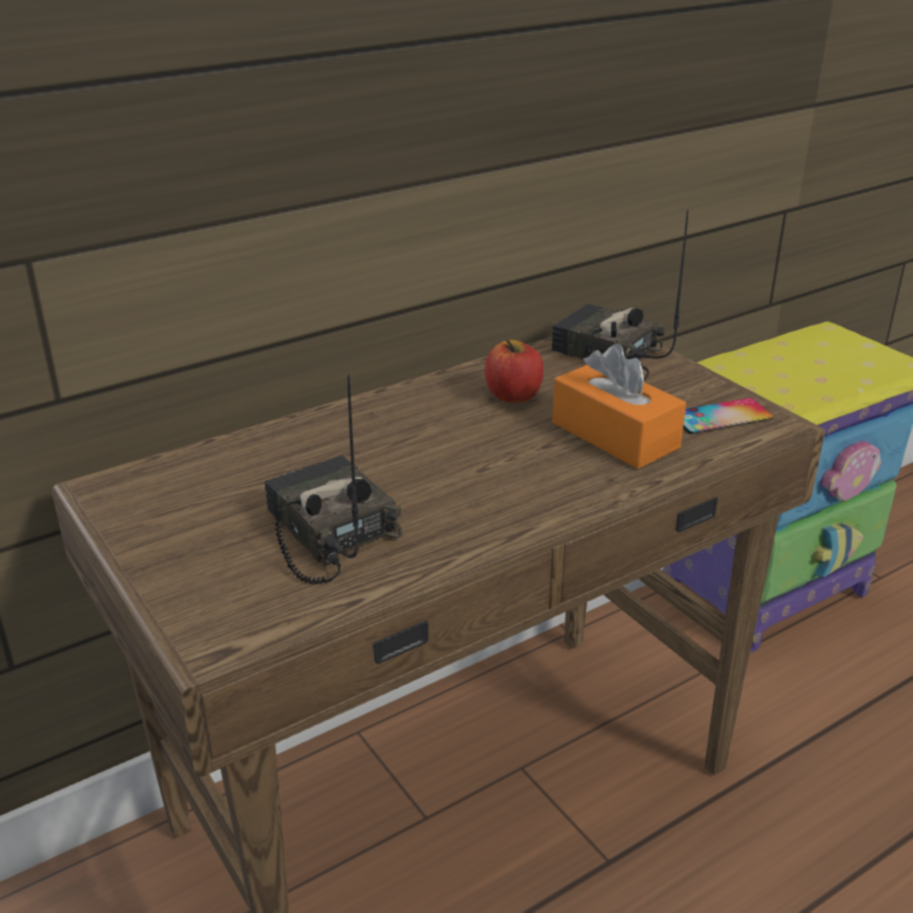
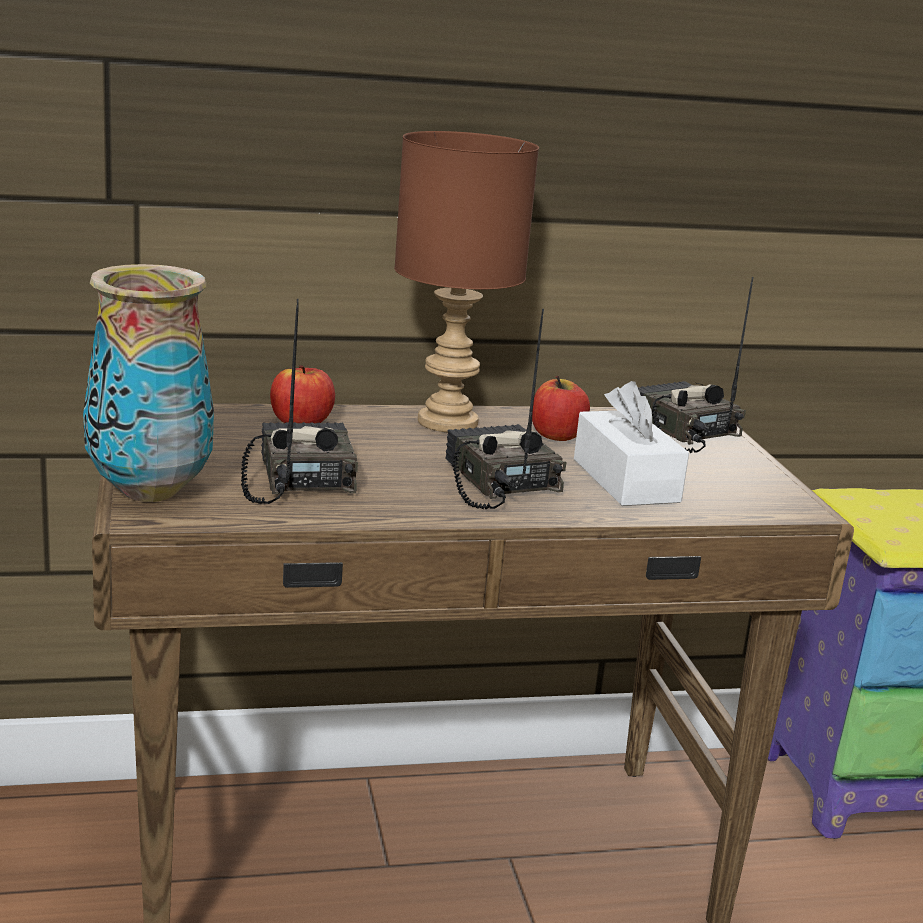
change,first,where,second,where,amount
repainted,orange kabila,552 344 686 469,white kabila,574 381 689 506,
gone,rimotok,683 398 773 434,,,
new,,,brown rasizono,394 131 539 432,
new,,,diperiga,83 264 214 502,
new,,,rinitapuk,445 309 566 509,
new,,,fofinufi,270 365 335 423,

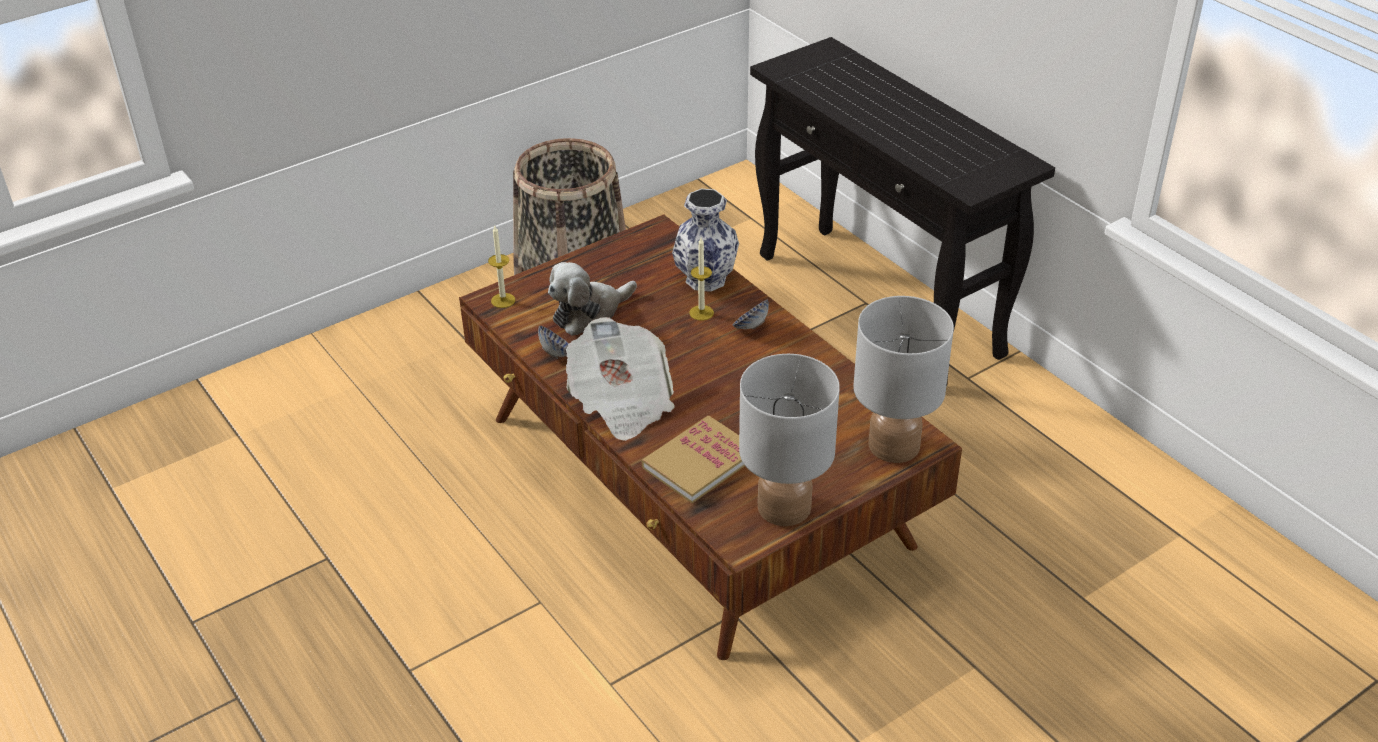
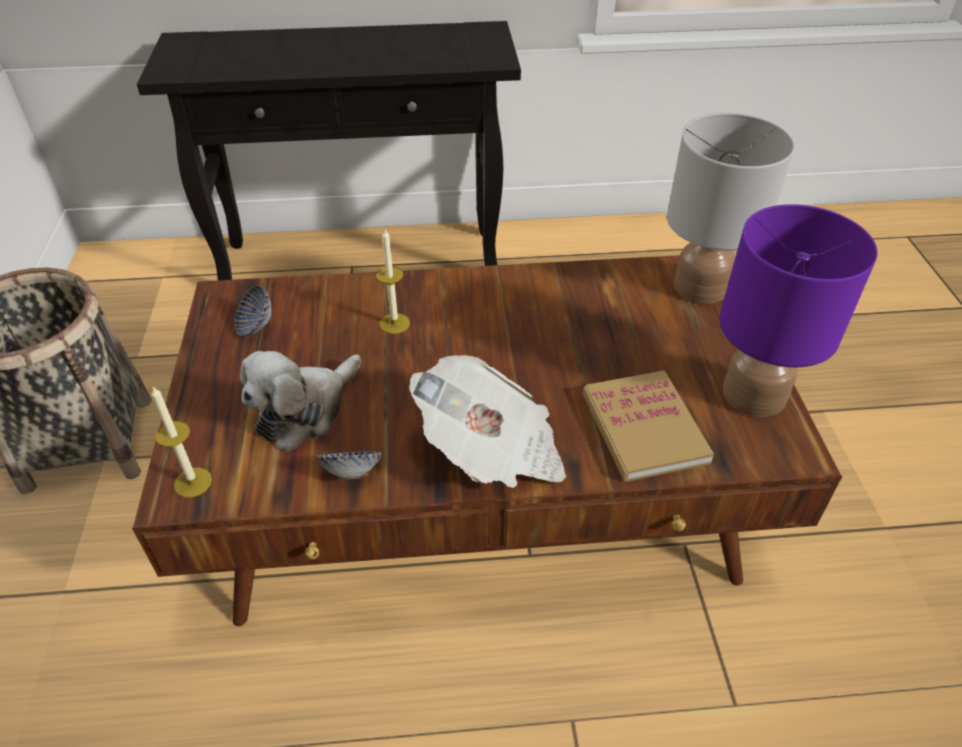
change,first,where,second,where,amount
gone,diperiga,672 188 739 292,,,
rotated,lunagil,548 262 637 336,,240 351 361 452,45 degrees clockwise
shifted,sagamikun,733 300 769 329,,235 285 272 336,
repainted,grey rasizono,739 354 840 526,purple rasizono,719 204 878 417,

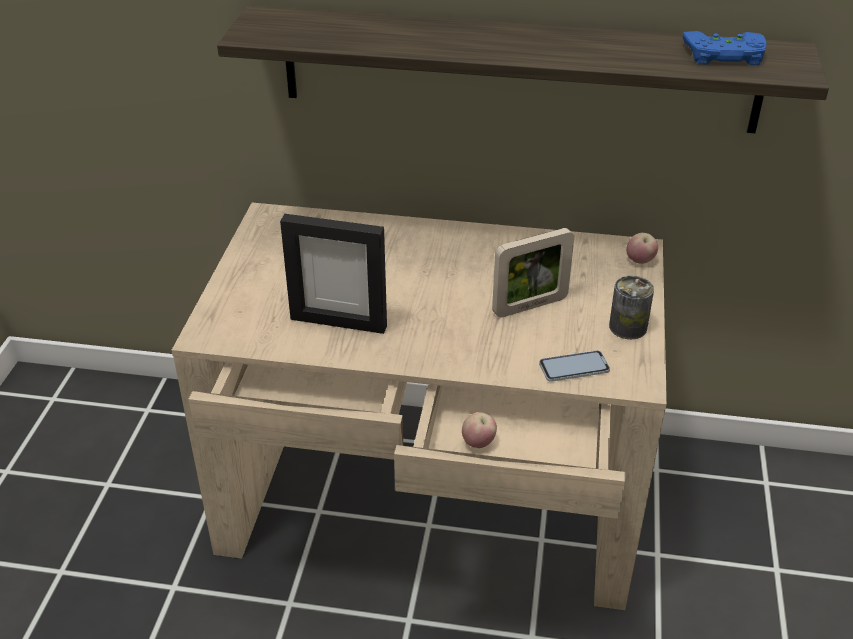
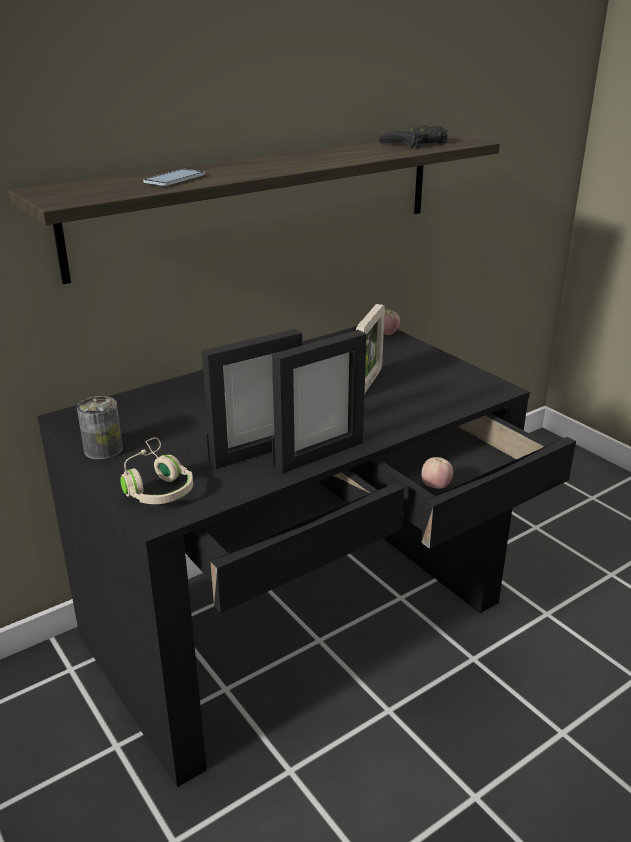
change,first,where,second,where,amount
repainted,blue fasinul,683 31 767 65,black fasinul,379 125 448 149,
repainted,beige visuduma,171 203 667 610,black visuduma,37 326 576 787,
shifted,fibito,609 276 654 339,,77 396 123 460,
shifted,rimotok,539 350 610 382,,143 169 205 186,
new,,,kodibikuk,272 330 367 473,
new,,,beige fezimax,120 437 193 504,

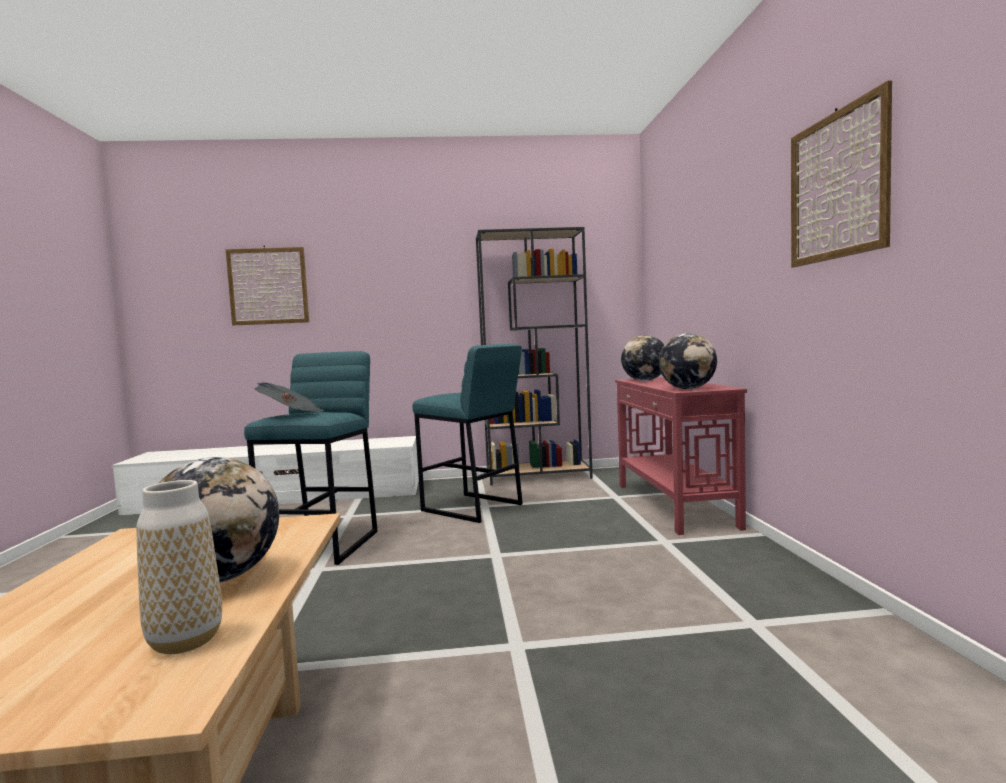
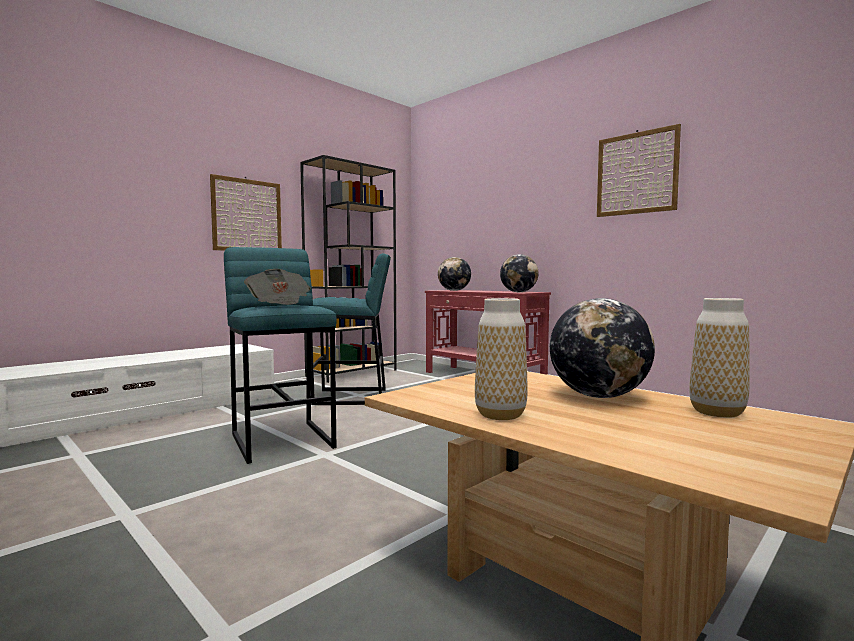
change,first,where,second,where,amount
shifted,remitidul,226 246 309 326,,210 174 282 251,
new,,,diperiga,475 298 528 420,

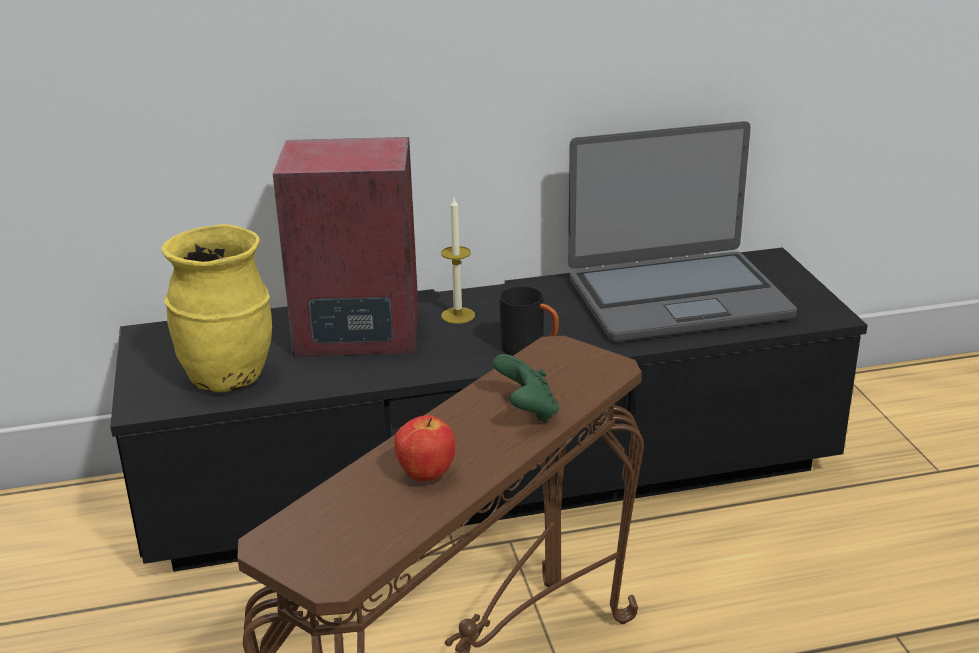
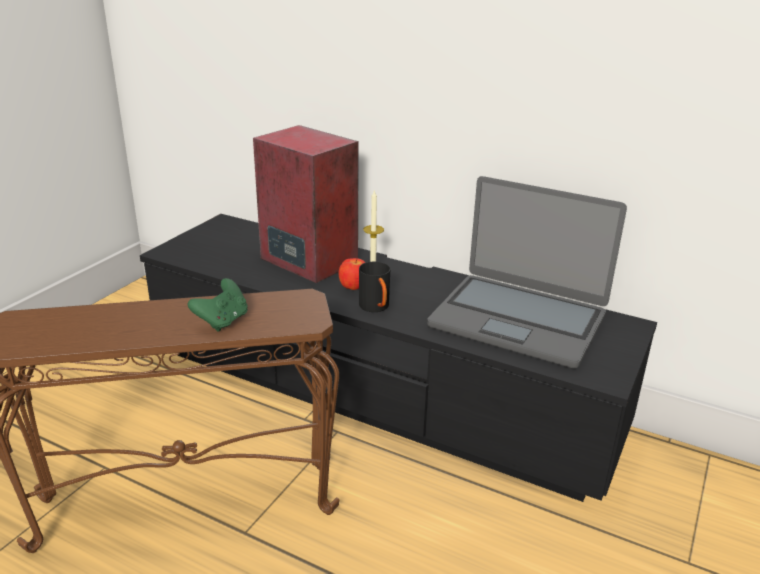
change,first,where,second,where,amount
gone,yellow diperiga,162 224 272 392,,,
shifted,fofinufi,394 415 455 482,,339 258 365 290,

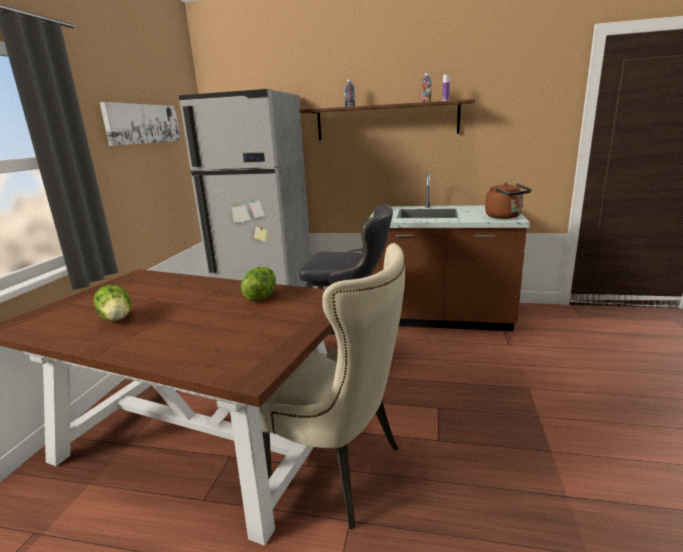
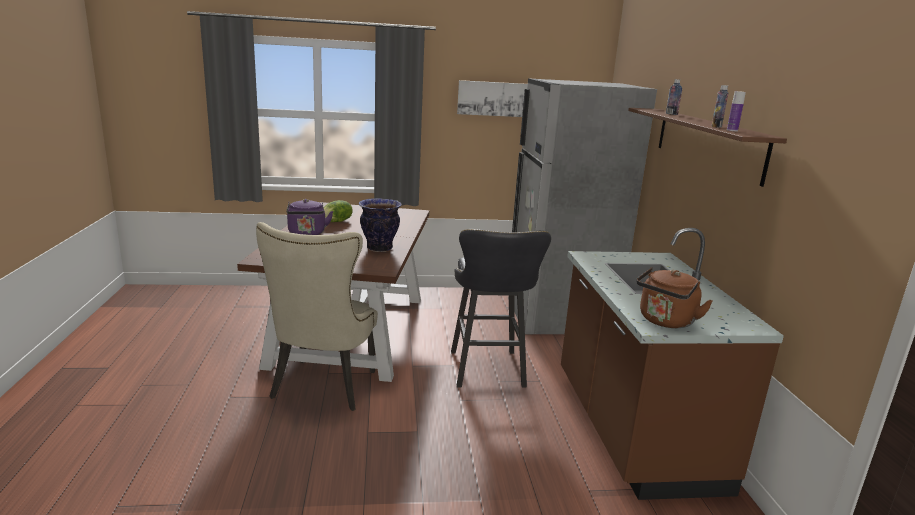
change,first,where,second,where,amount
swapped,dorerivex,241 266 276 301,diperiga,359 198 402 252,
new,,,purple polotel,287 199 333 235,

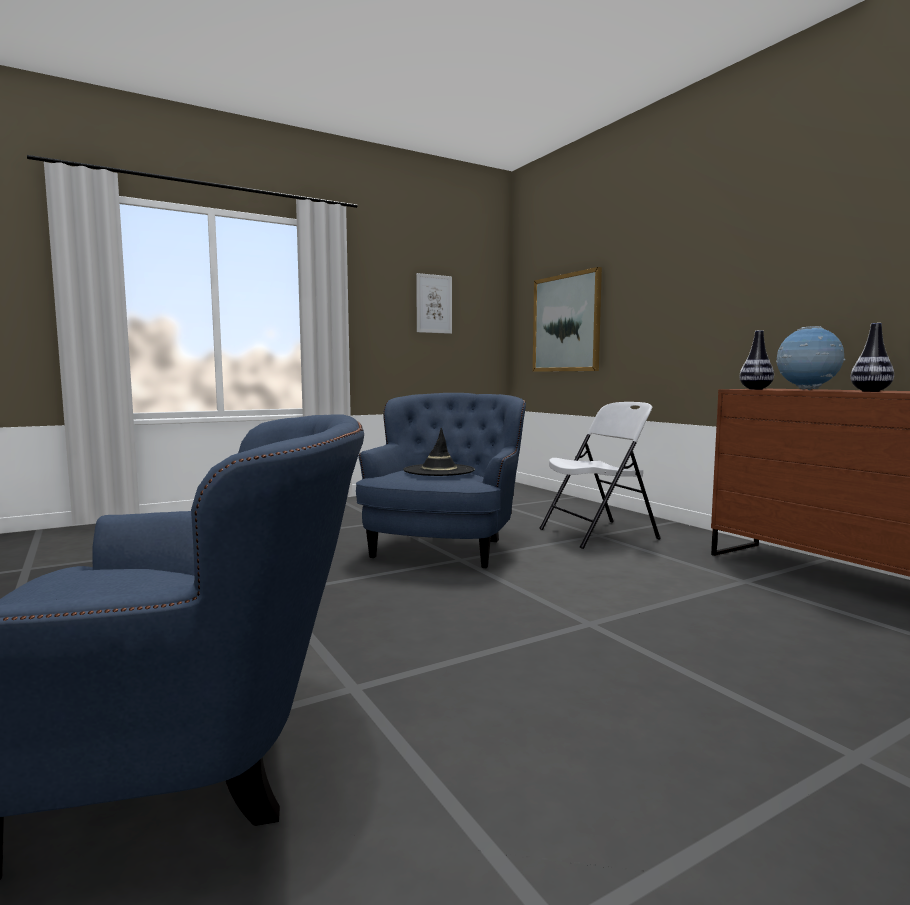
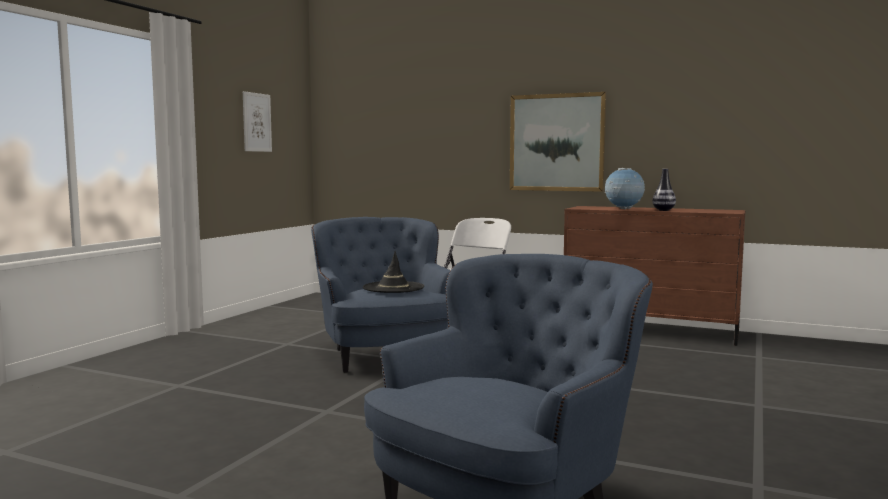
change,first,where,second,where,amount
shifted,remitidul,533 267 602 372,,510 92 606 192,
gone,diperiga,739 330 774 389,,,

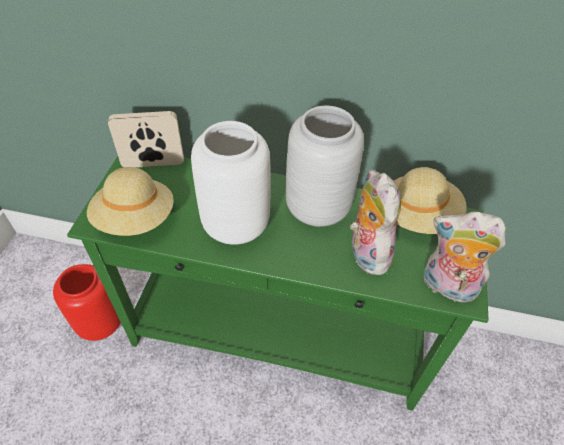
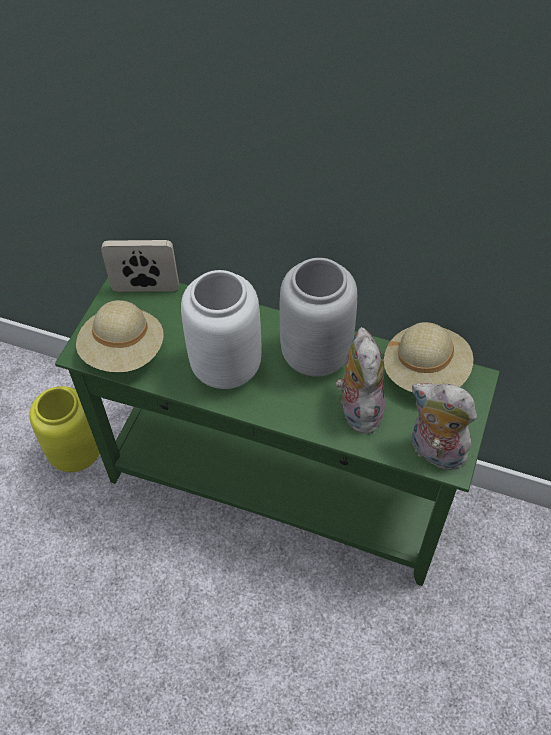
change,first,where,second,where,amount
repainted,red diperiga,53 264 121 341,yellow diperiga,29 386 100 472,

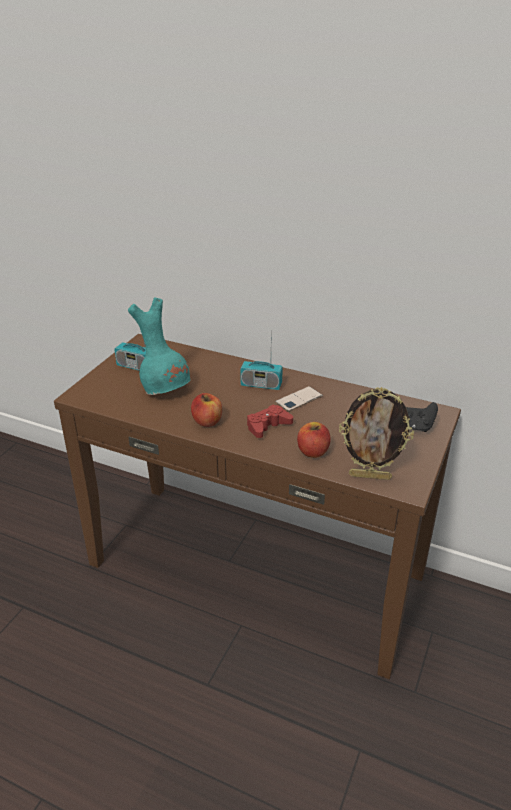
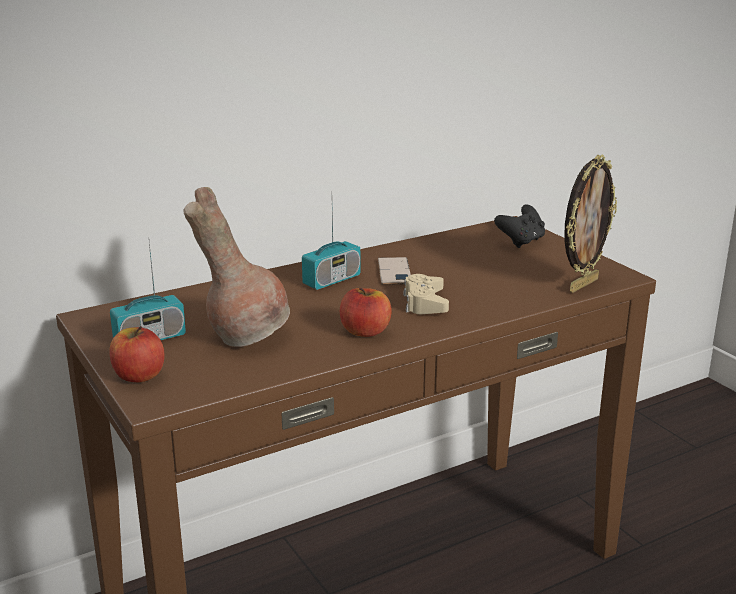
change,first,where,second,where,amount
repainted,turquoise diperiga,128 298 191 395,brown diperiga,184 187 290 347,
repainted,red fasinul,247 405 293 438,beige fasinul,403 274 449 314,
shifted,fofinufi,297 422 331 458,,109 326 165 382,

